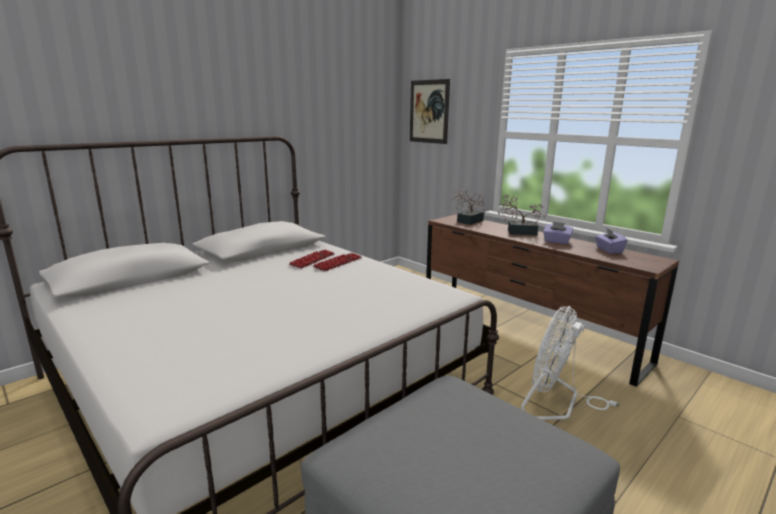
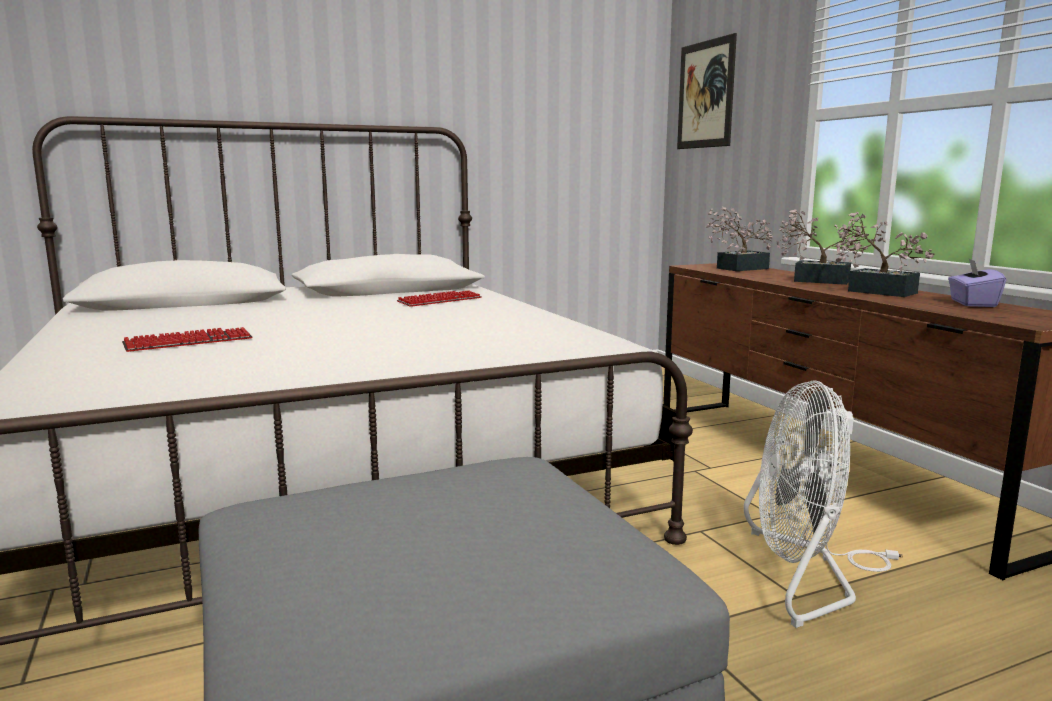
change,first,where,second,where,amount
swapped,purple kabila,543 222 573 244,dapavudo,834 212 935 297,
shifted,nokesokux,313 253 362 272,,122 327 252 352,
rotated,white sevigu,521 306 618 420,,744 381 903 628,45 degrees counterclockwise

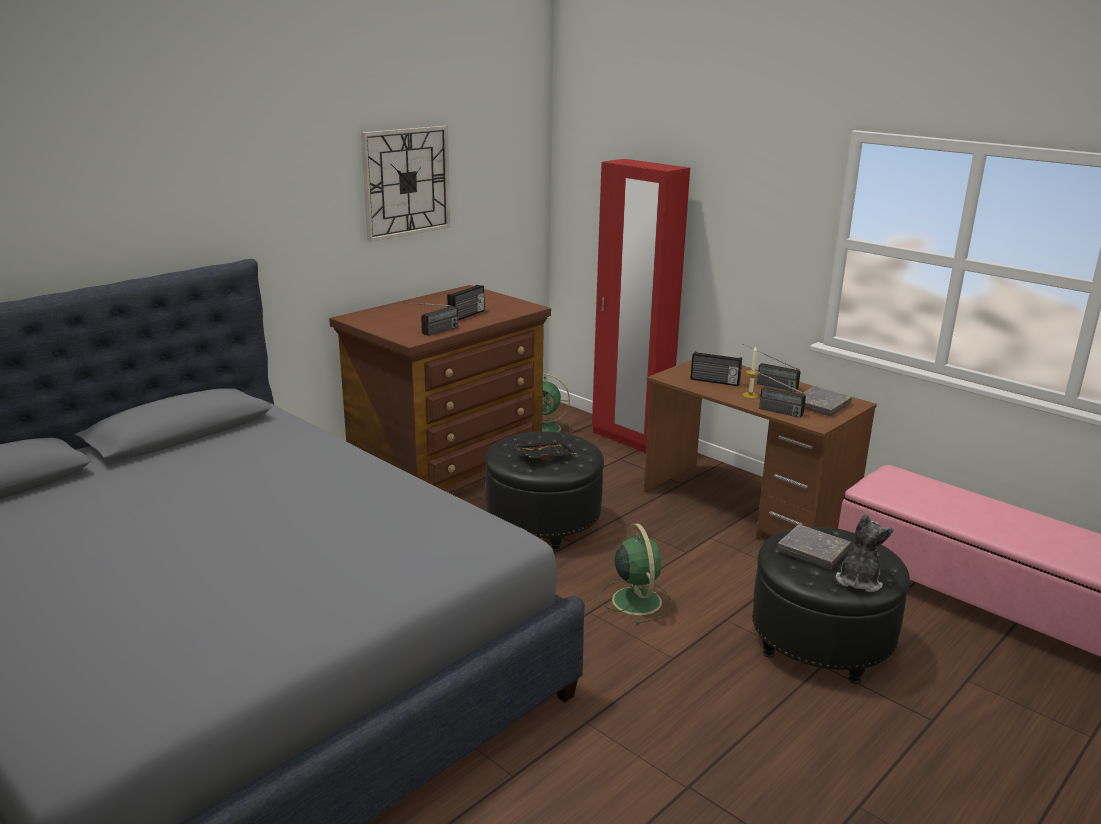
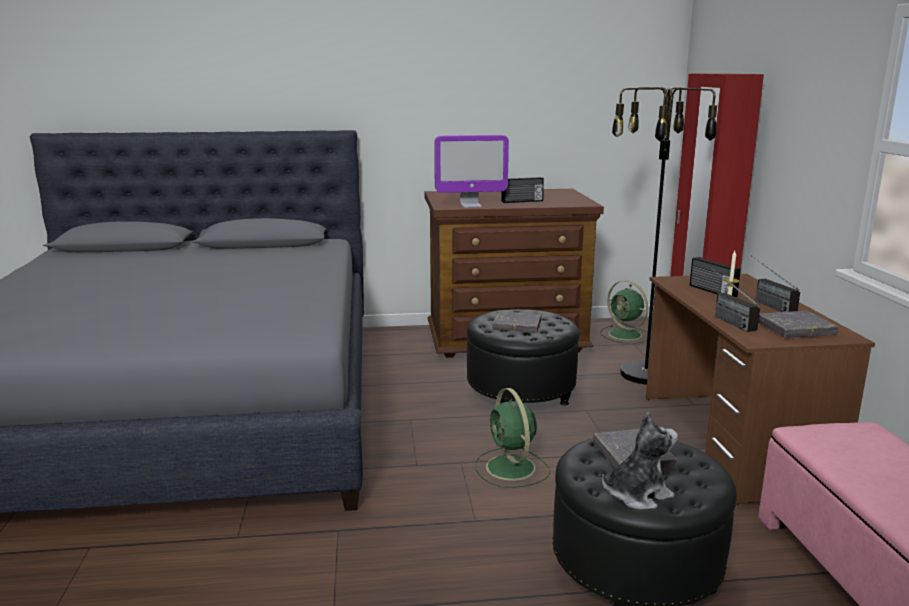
change,first,where,second,where,amount
gone,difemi,361 126 450 242,,,
swapped,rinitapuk,404 302 458 336,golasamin,434 135 509 208,
swapped,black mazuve,516 441 576 461,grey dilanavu,492 311 542 333,
rotated,green sevigu,599 523 673 624,,475 388 550 488,135 degrees clockwise
new,,,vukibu,612 87 717 385,

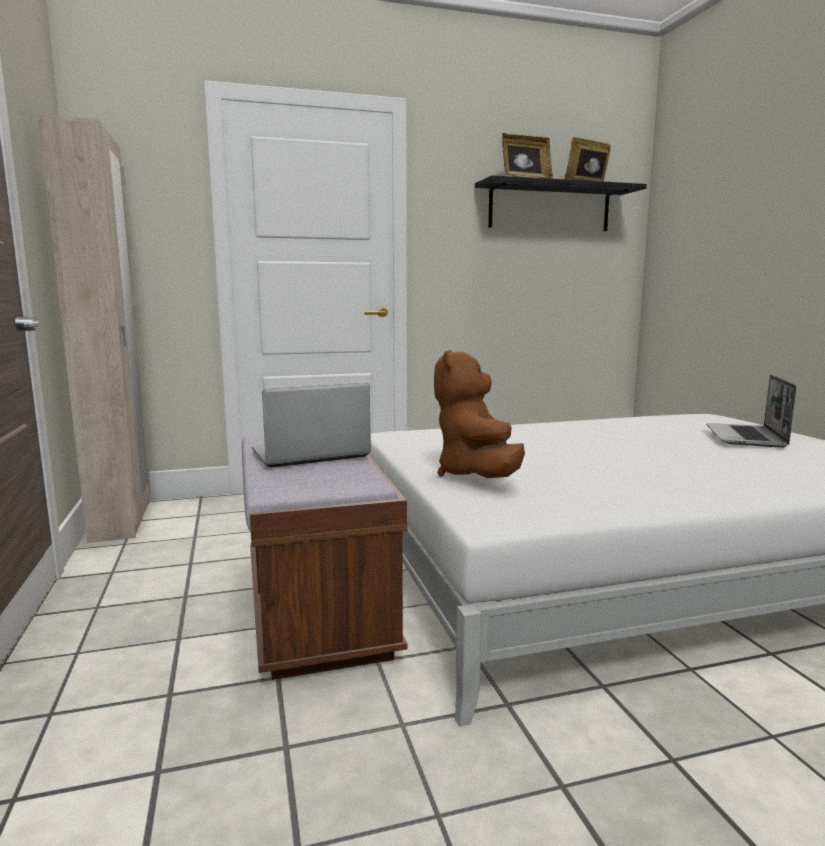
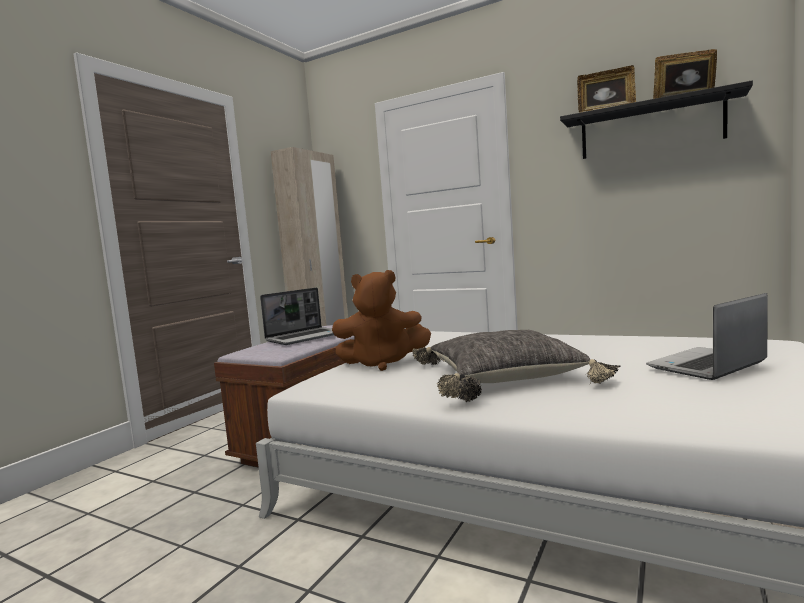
change,first,where,second,where,amount
rotated,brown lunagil,434 350 525 478,,332 270 431 371,135 degrees counterclockwise
rotated,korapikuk,252 383 371 467,,260 288 334 345,120 degrees clockwise
new,,,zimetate,412 330 621 402,

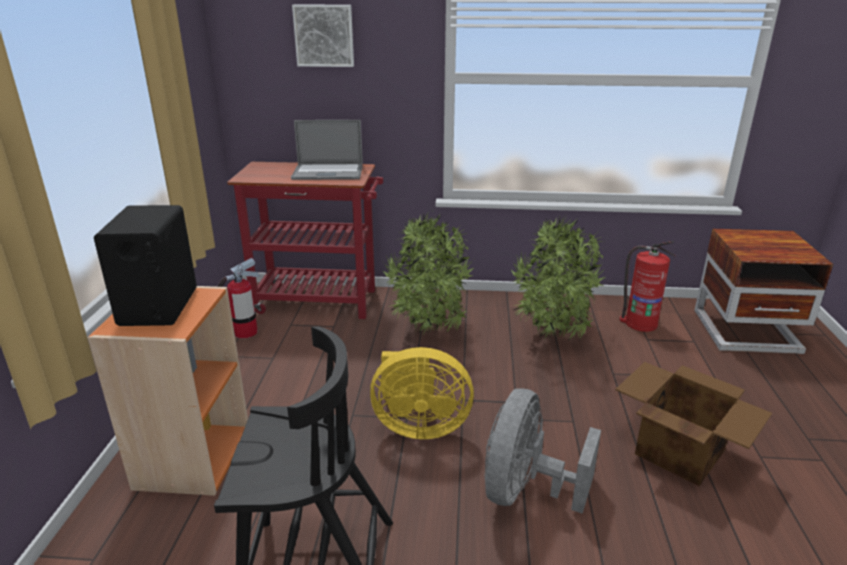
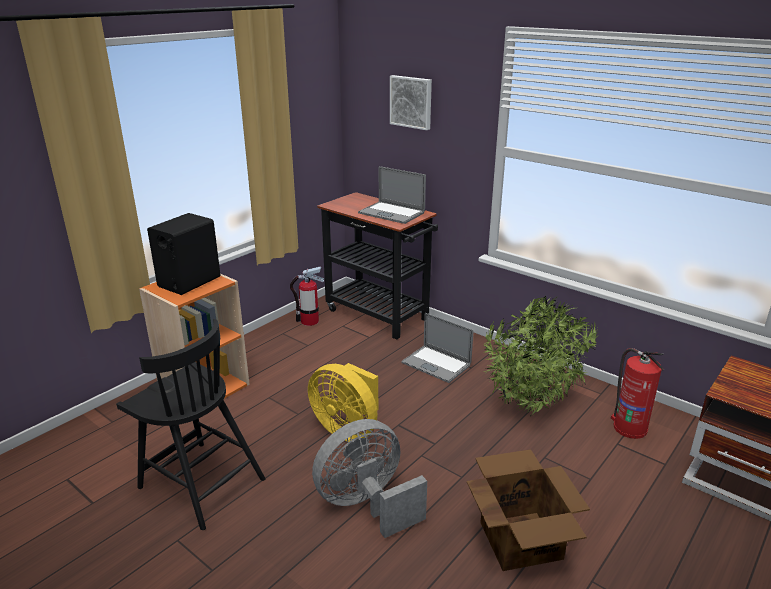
change,first,where,second,where,amount
repainted,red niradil,227 162 383 319,black niradil,317 192 438 340,
swapped,dapavudo,383 209 474 335,korapikuk,401 313 474 383,

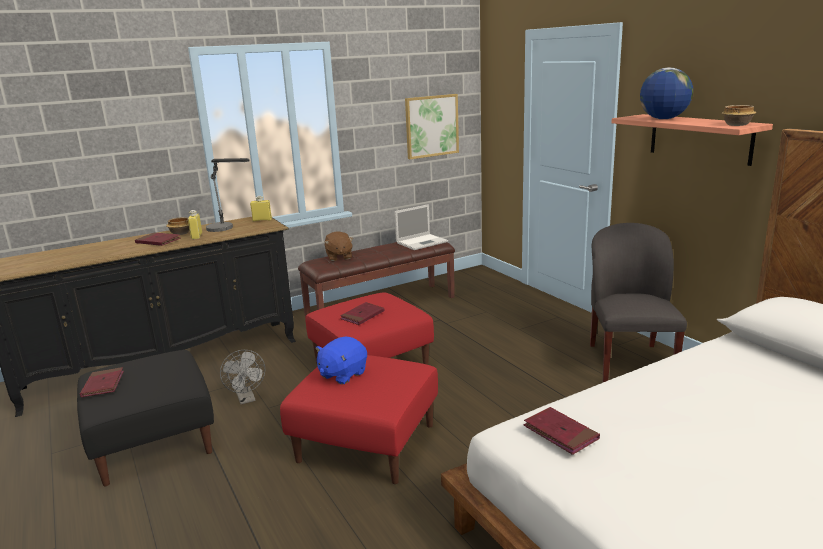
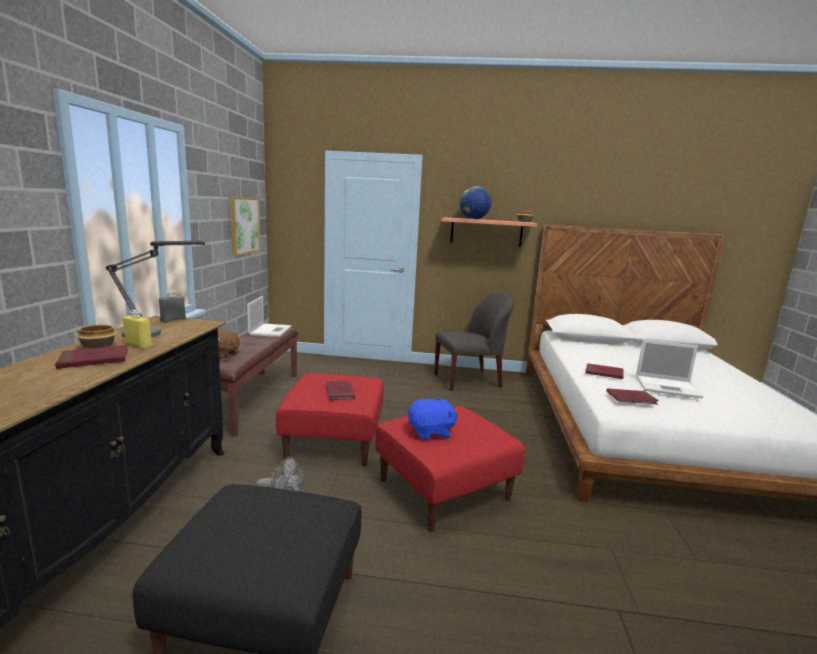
change,first,where,second,where,amount
repainted,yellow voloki,250 196 272 222,grey voloki,159 291 186 323,
rotated,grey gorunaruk,590 223 687 382,,434 293 514 391,120 degrees clockwise
rotated,blue lunagil,315 337 367 385,,408 397 458 440,90 degrees counterclockwise
shifted,red dilanavu,80 367 124 397,,585 363 624 379,
new,,,korapikuk,636 340 703 398,

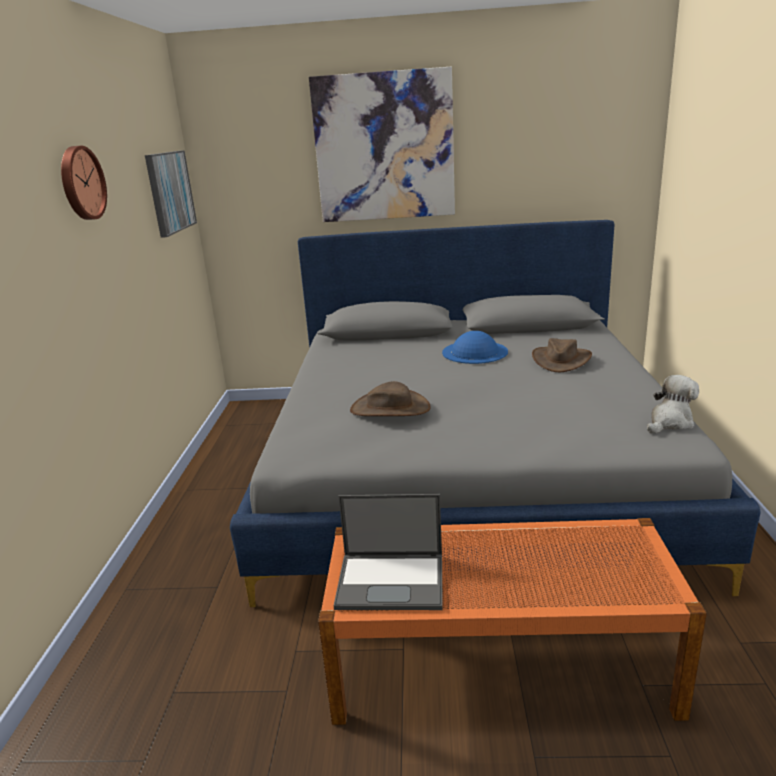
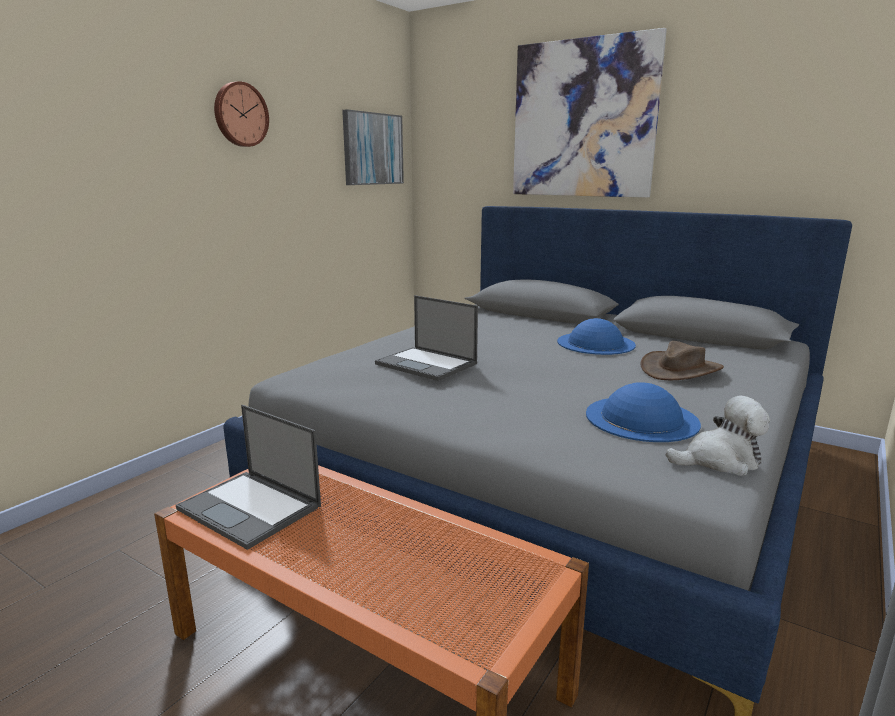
change,first,where,second,where,amount
swapped,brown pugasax,350 381 431 416,korapikuk,375 295 478 381,
new,,,blue pugasax,586 382 701 442,

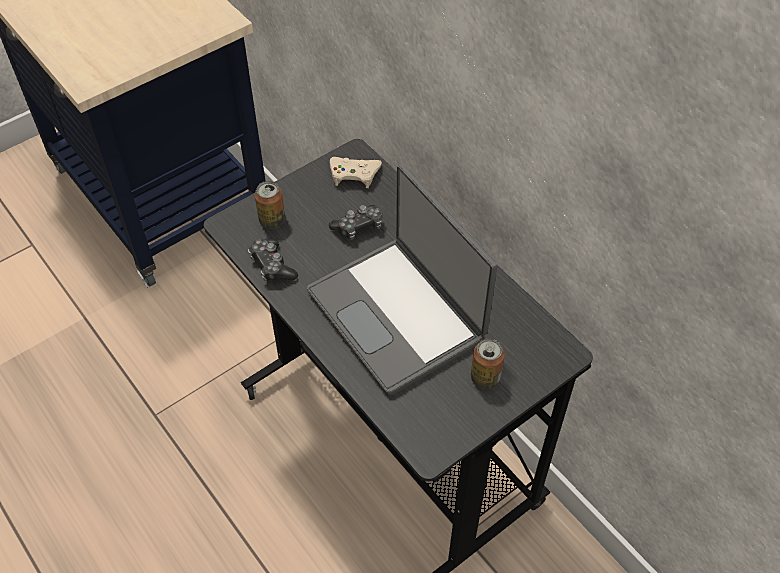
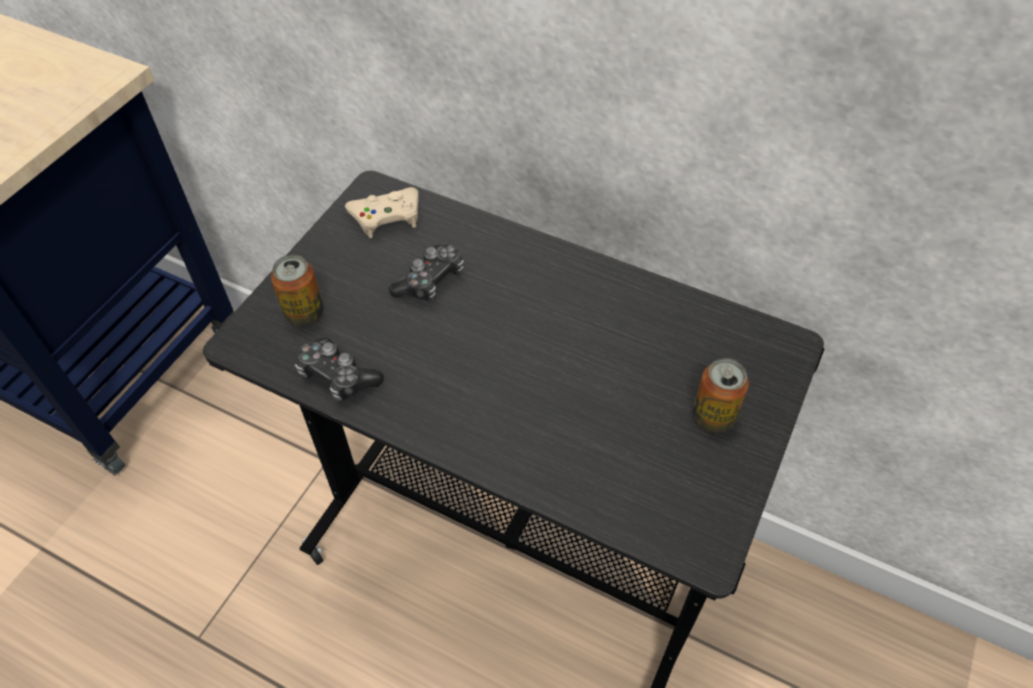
change,first,where,second,where,amount
gone,korapikuk,307 164 497 395,,,

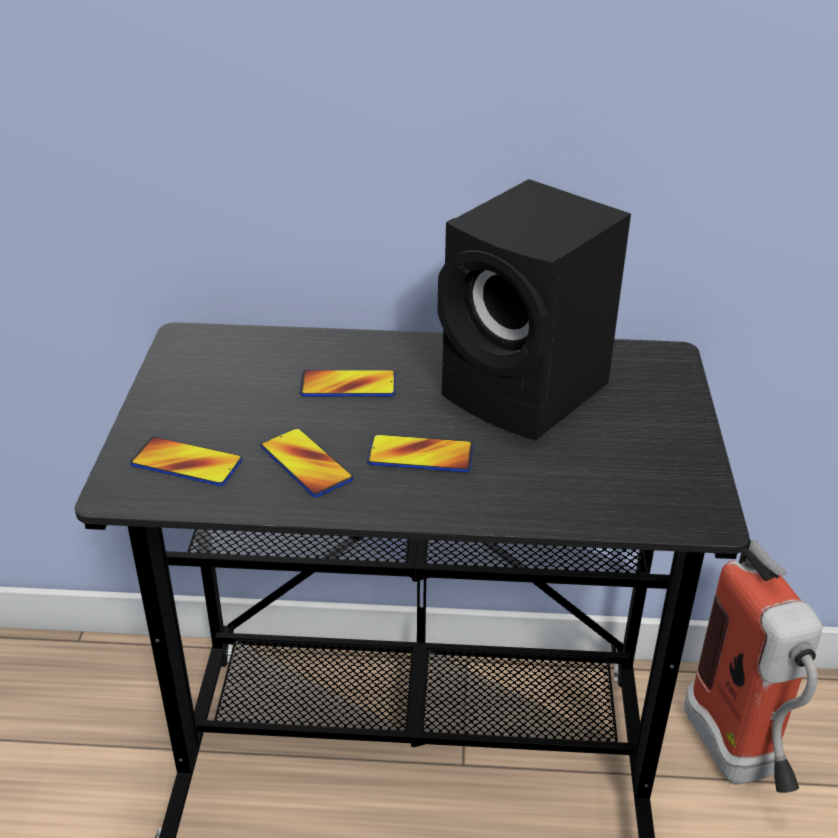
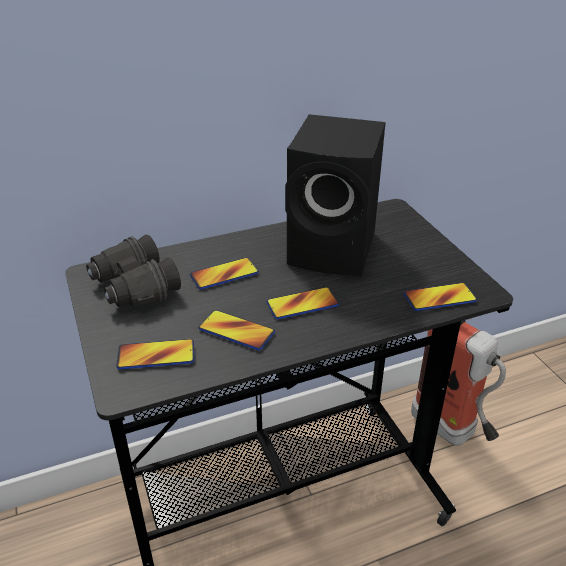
change,first,where,second,where,amount
new,,,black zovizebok,86 234 181 307,
new,,,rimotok,403 283 477 311,

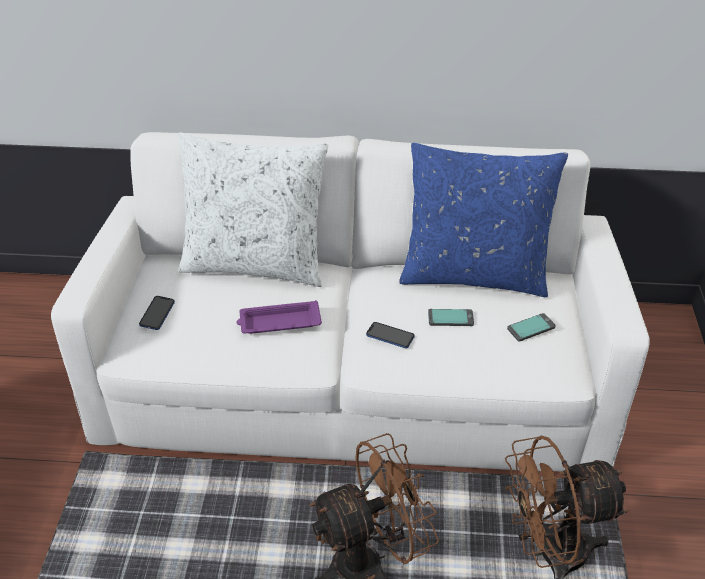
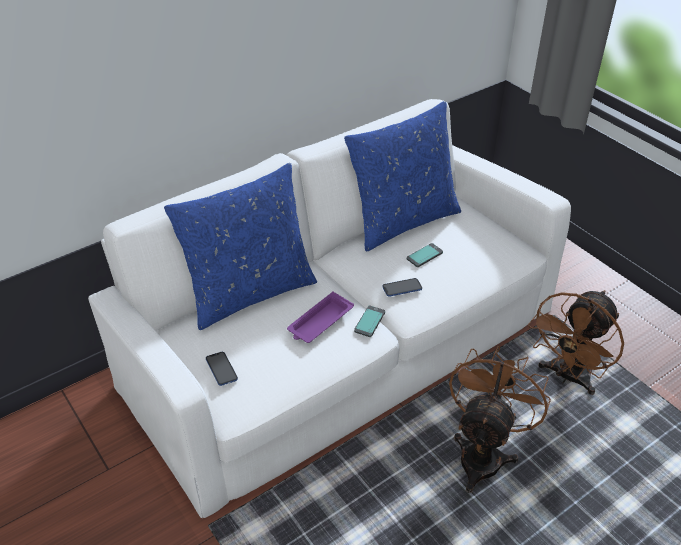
change,first,where,second,where,amount
repainted,white zimetate,178 133 328 287,blue zimetate,164 163 317 330,
shifted,rimotok,507 313 556 342,,354 306 385 337,

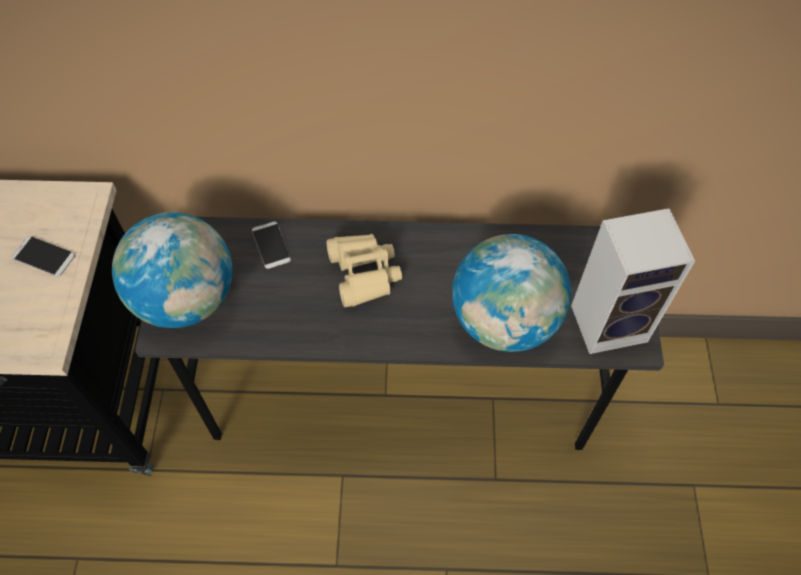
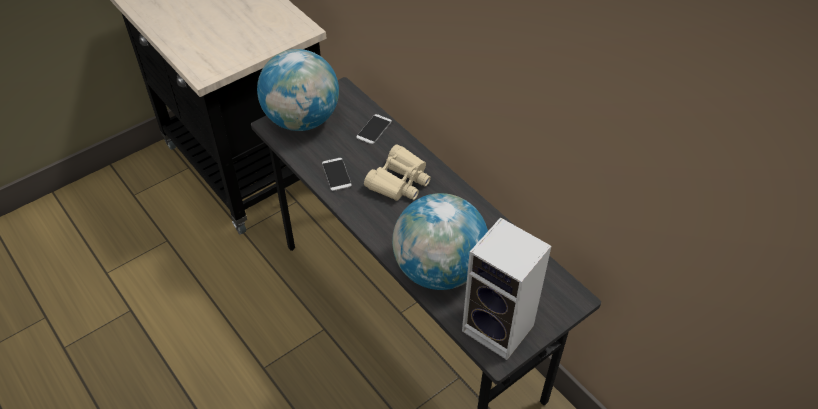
change,first,where,second,where,amount
shifted,rimotok,12 236 75 276,,322 158 352 191,

